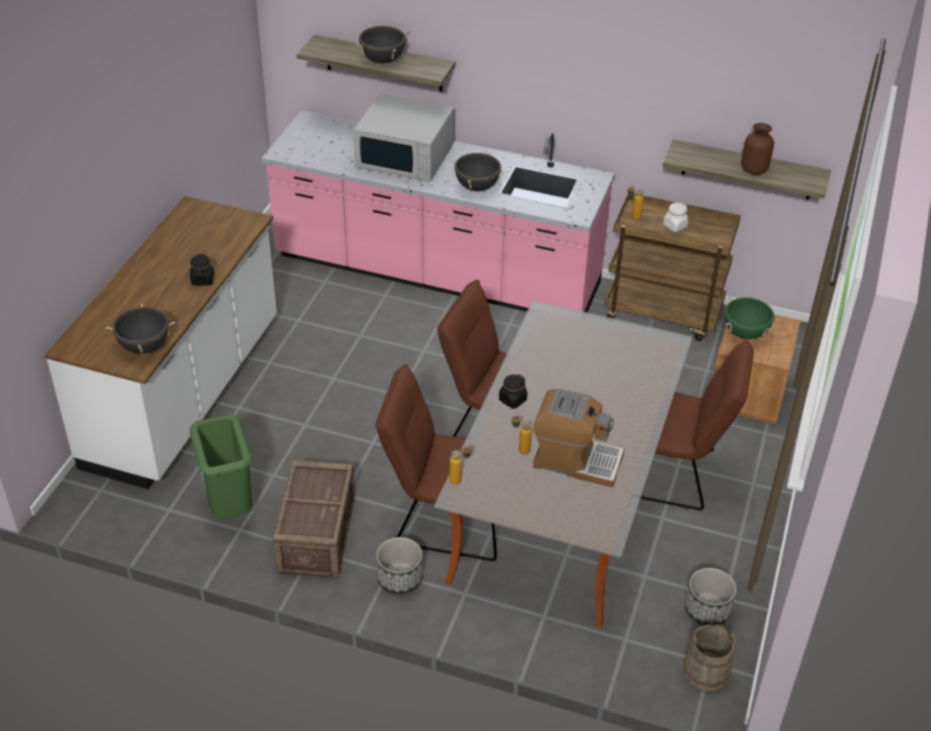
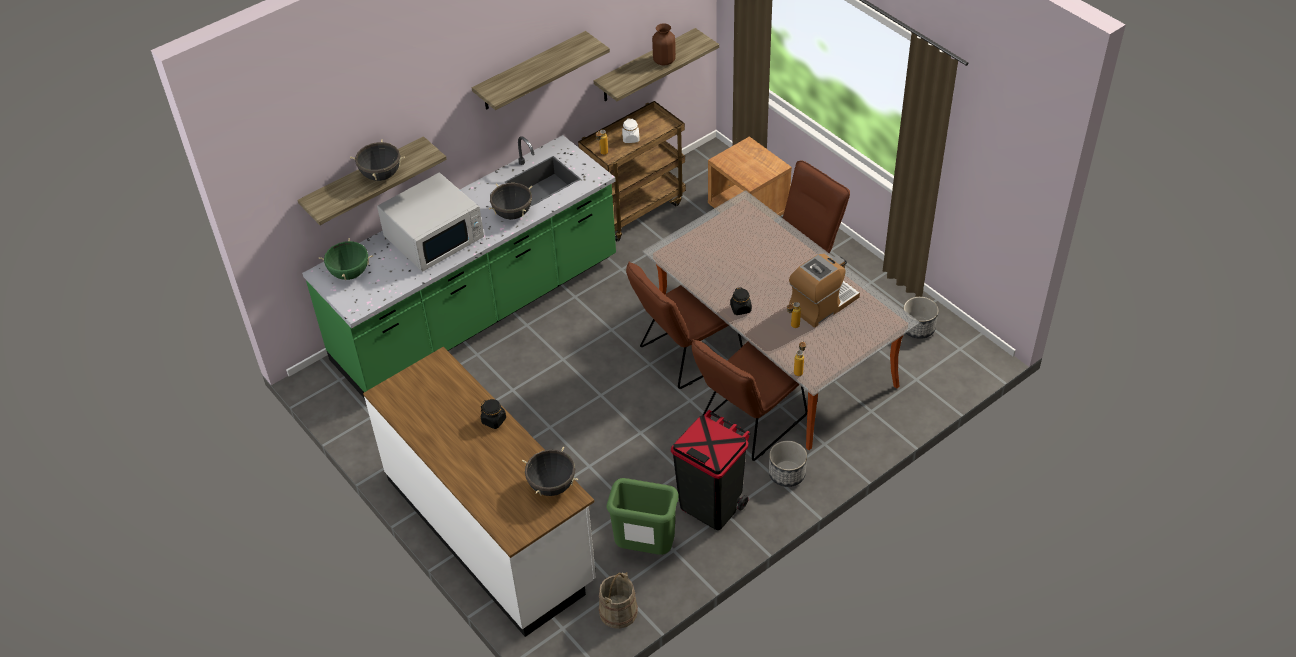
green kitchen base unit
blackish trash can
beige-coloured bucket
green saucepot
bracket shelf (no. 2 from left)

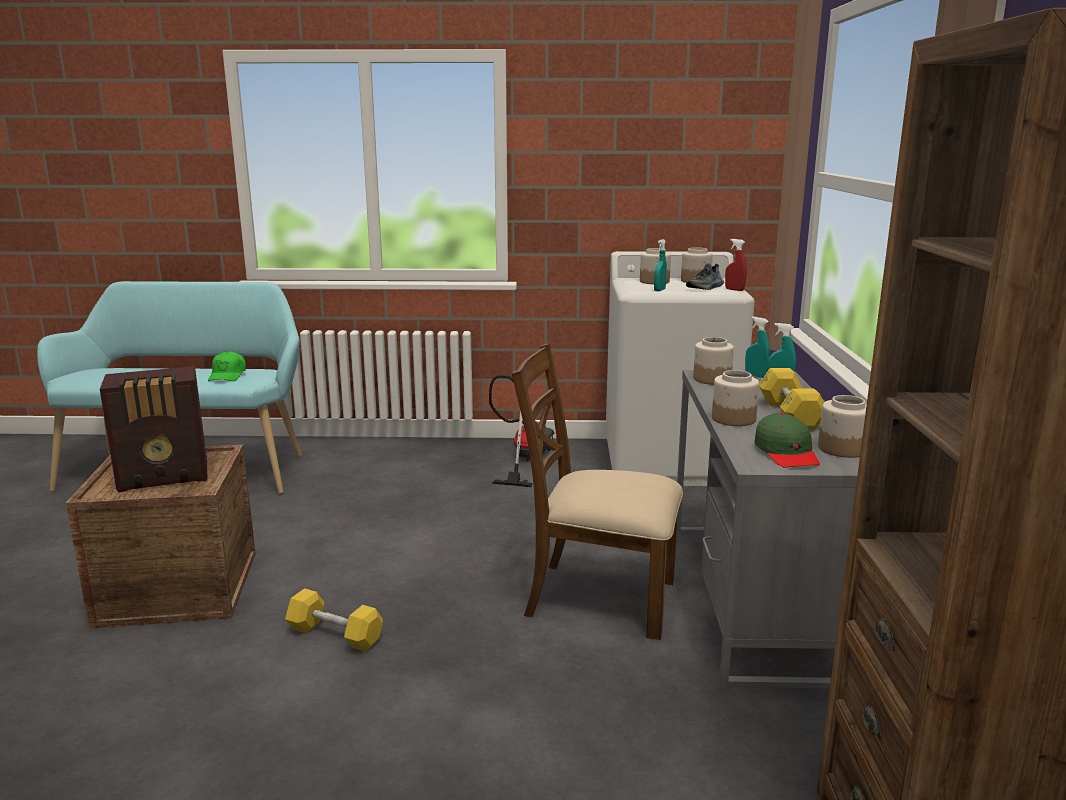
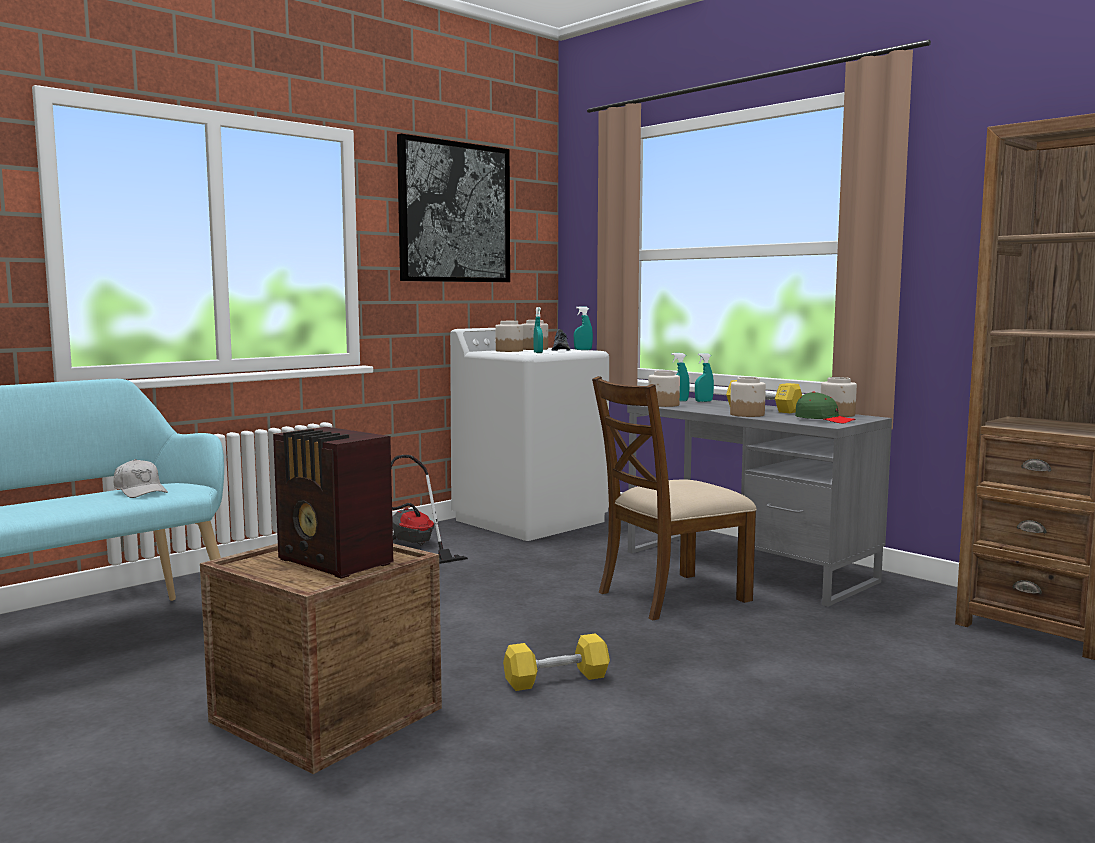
radio receiver
white-coloured cap
turquoise-coloured sprayer (no. 2 from left)
wall picture

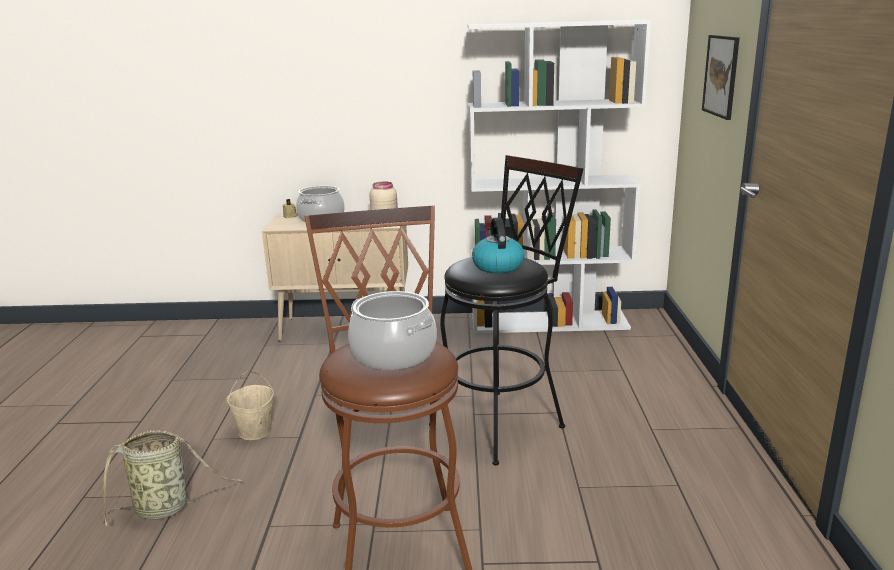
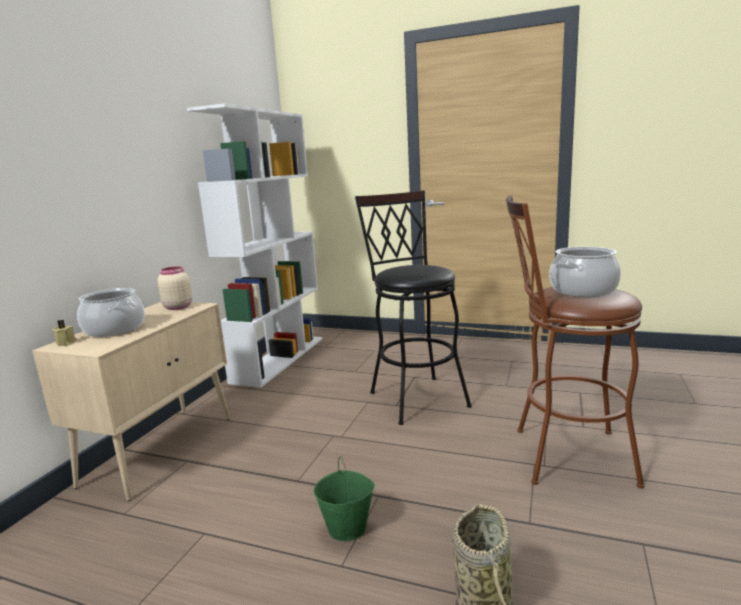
green bucket
tea kettle
wall picture

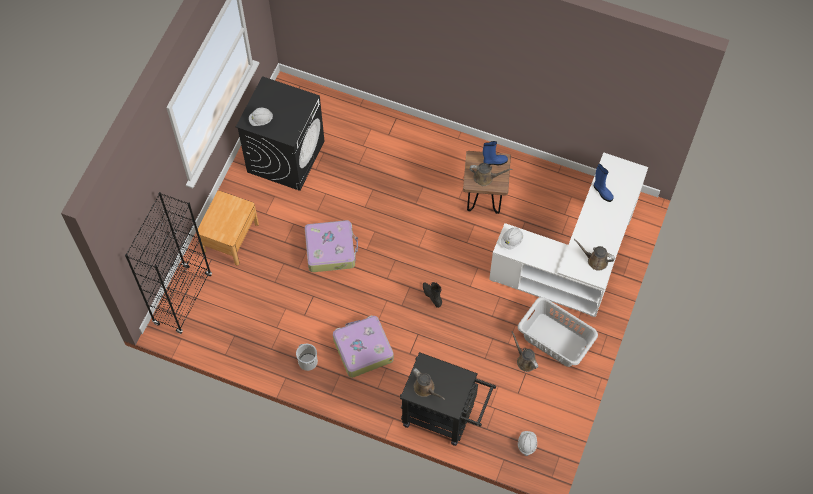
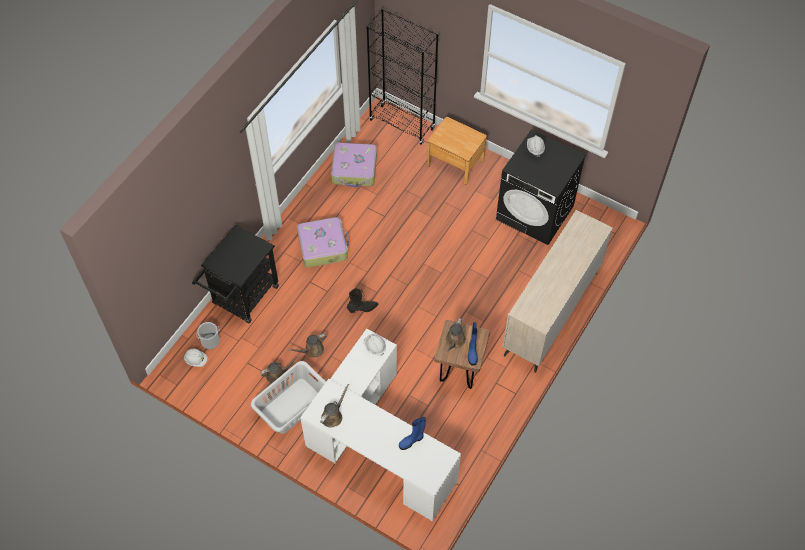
bucket
piece of luggage (no. 2 from left)
brown-coloured watering can (no. 2 from left)
beige-coloured chest of drawers

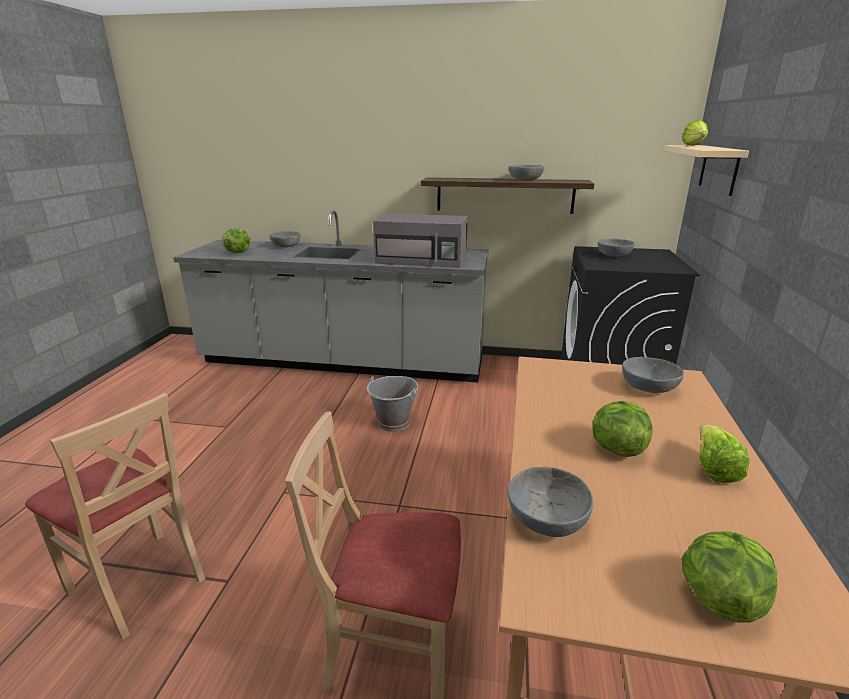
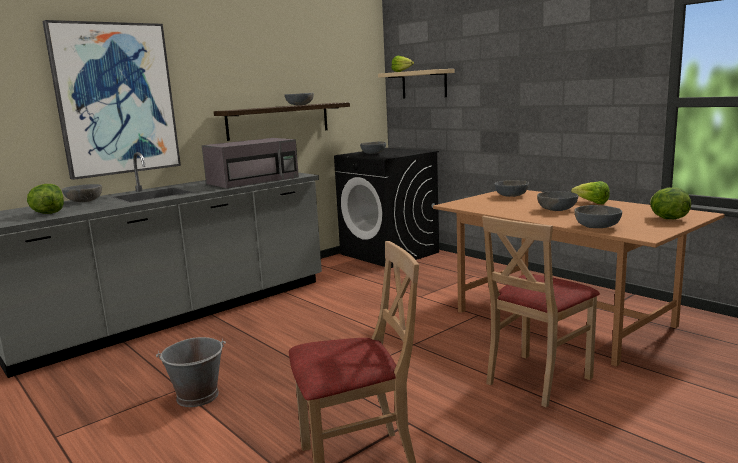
greyish bucket
greyish deep dish (no. 5 from left)
wall picture

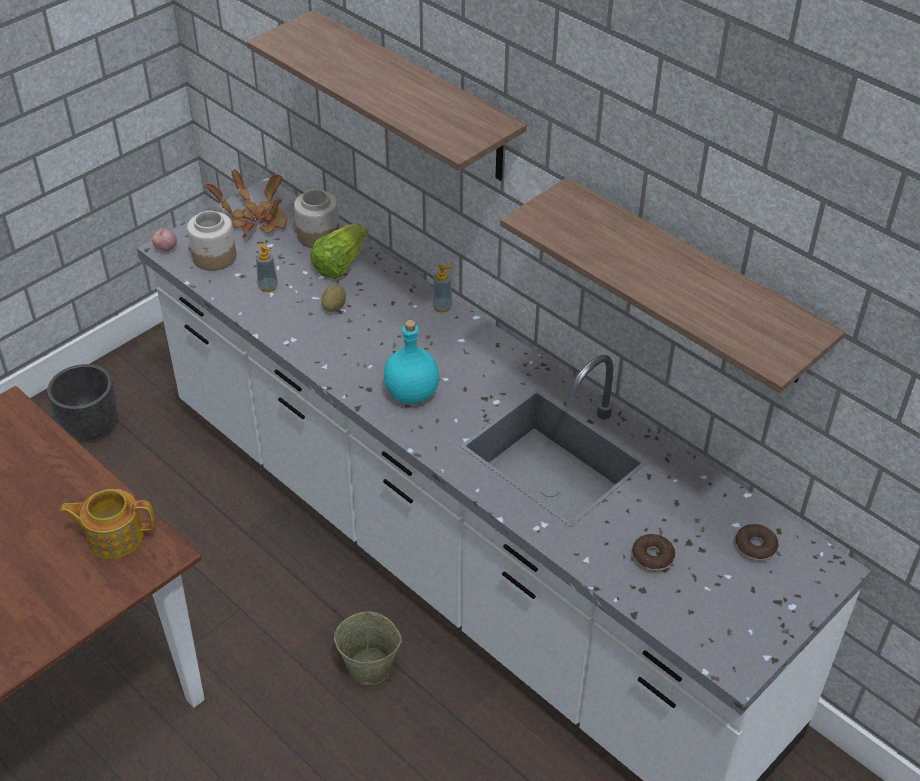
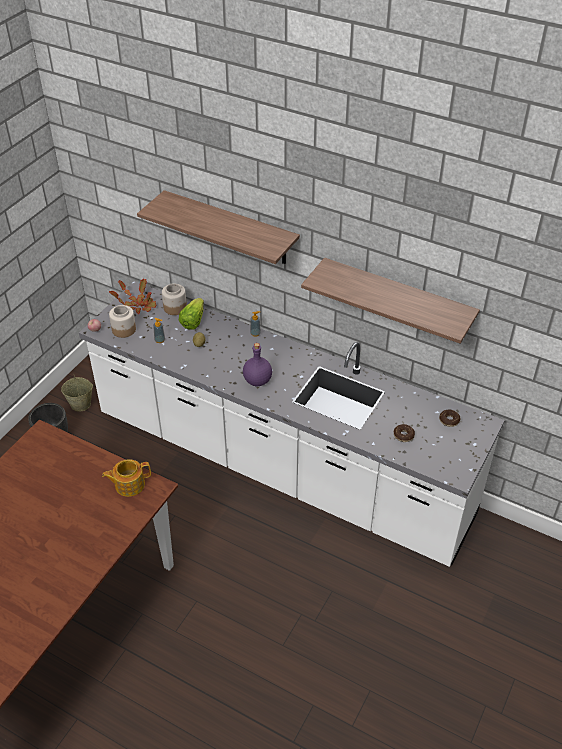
beige-coloured bucket
purplish bottle

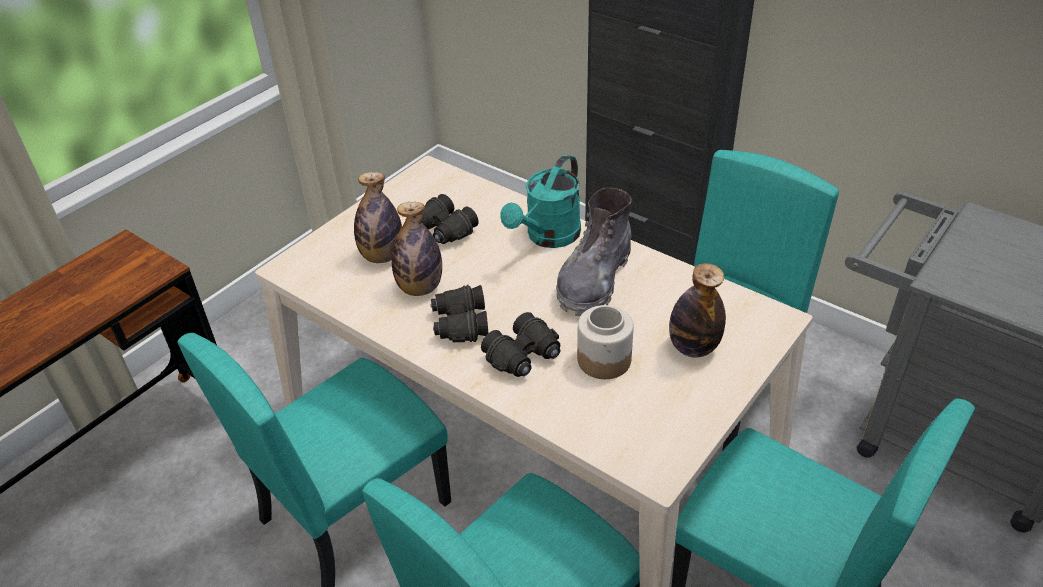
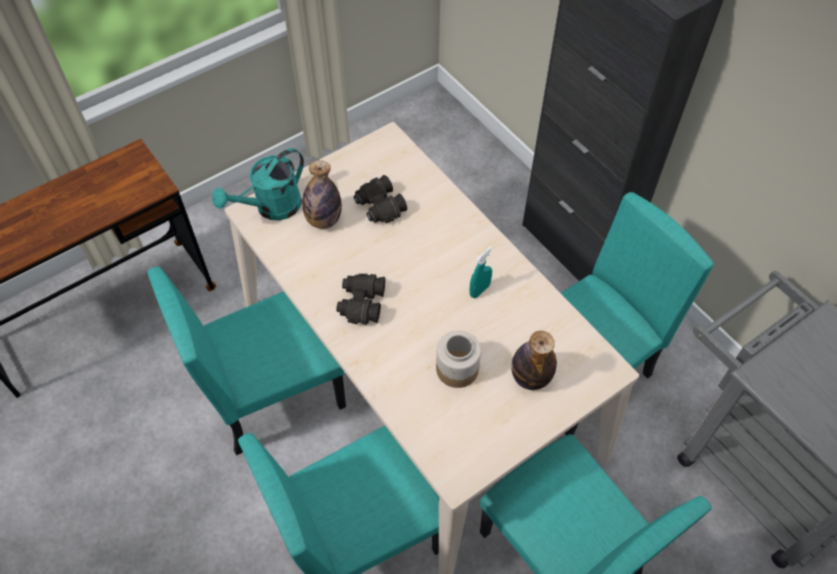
bottle (no. 2 from left in the first image)
blackish binoculars (no. 3 from left in the first image)
turquoise-coloured watering can
turquoise-coloured sprayer

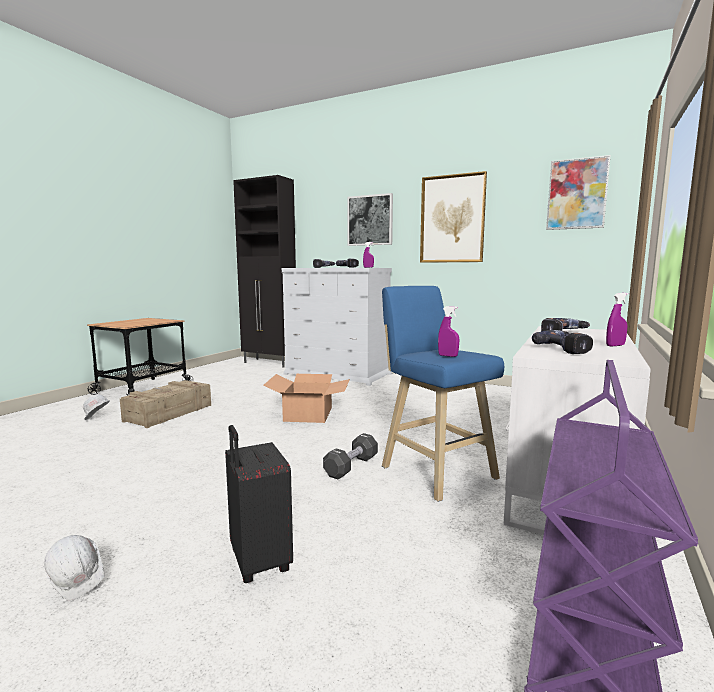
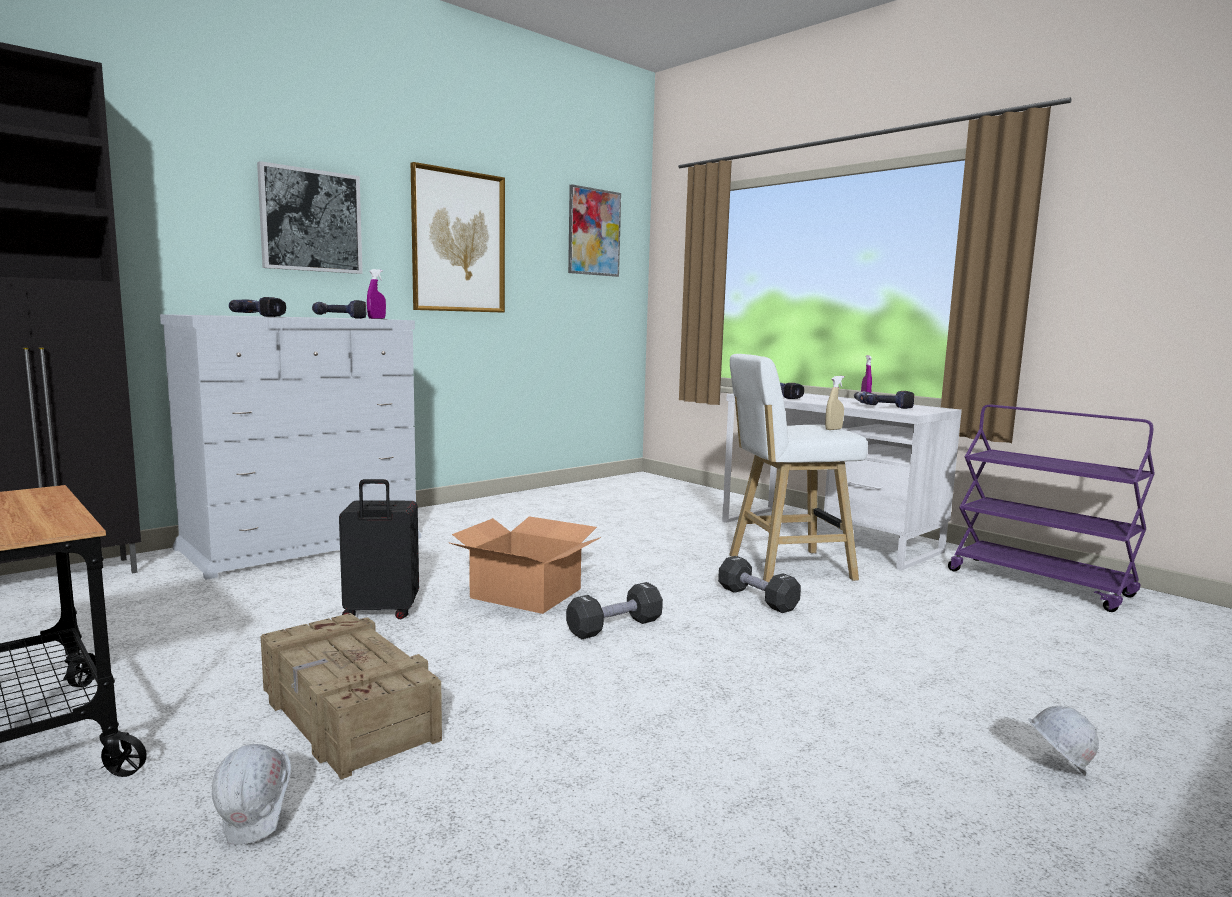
blackish piece of luggage
white-coloured stool seat
beige-coloured sprayer
blackish free weight (no. 1 from left)

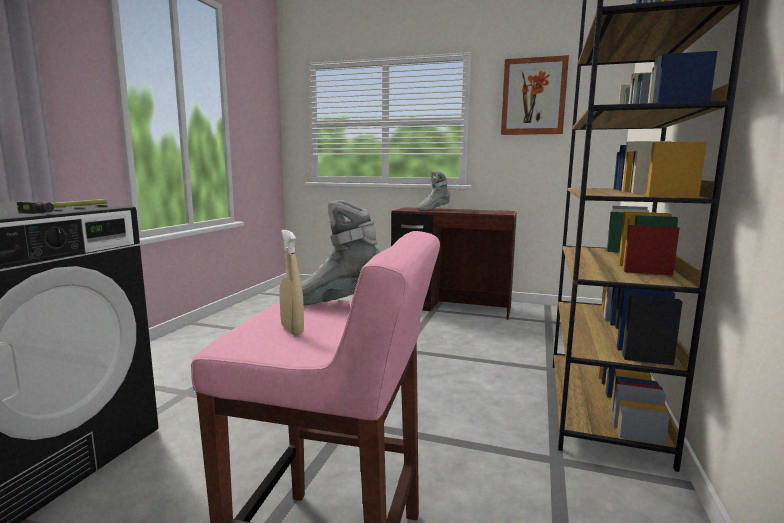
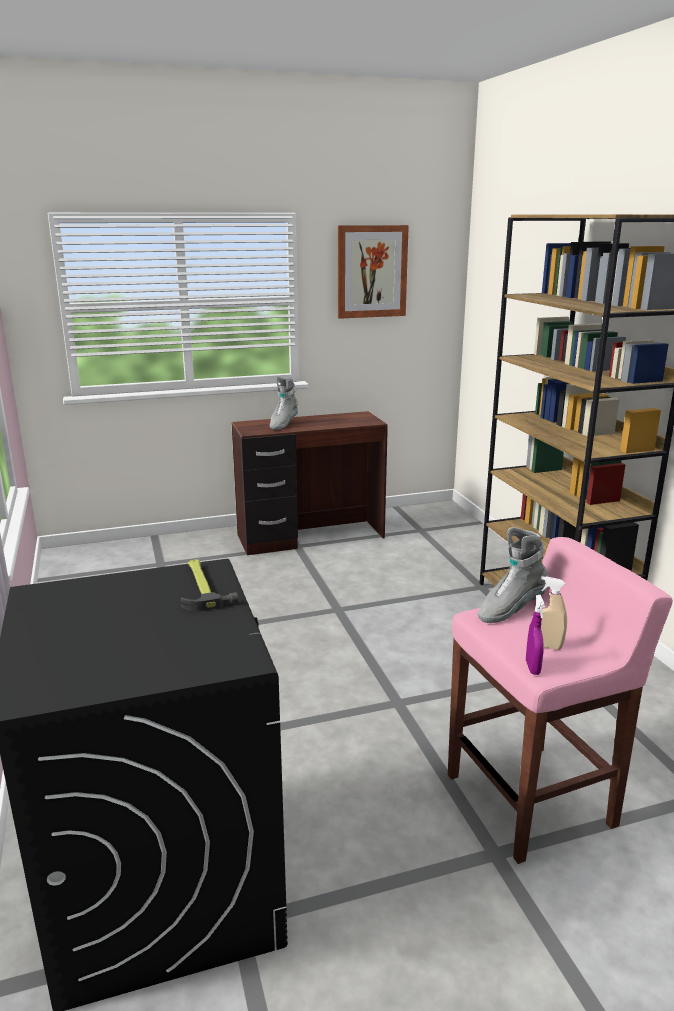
purplish sprayer

